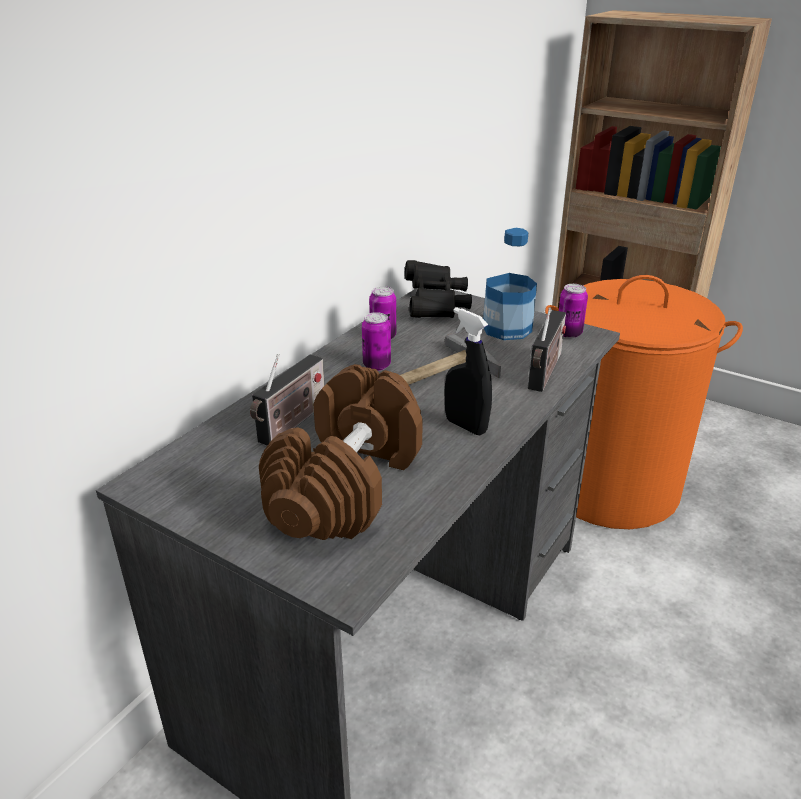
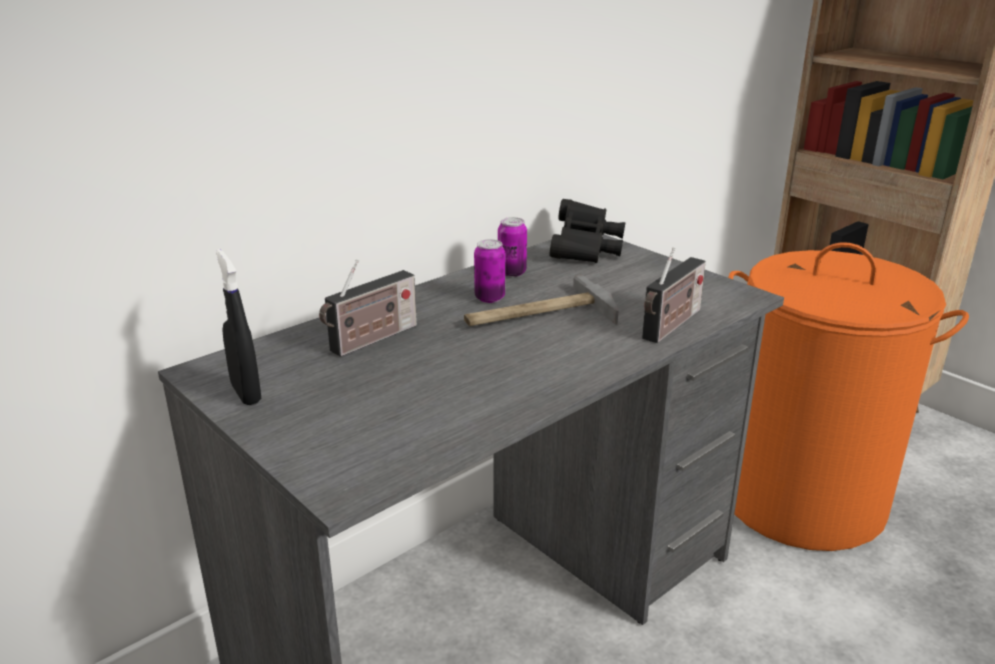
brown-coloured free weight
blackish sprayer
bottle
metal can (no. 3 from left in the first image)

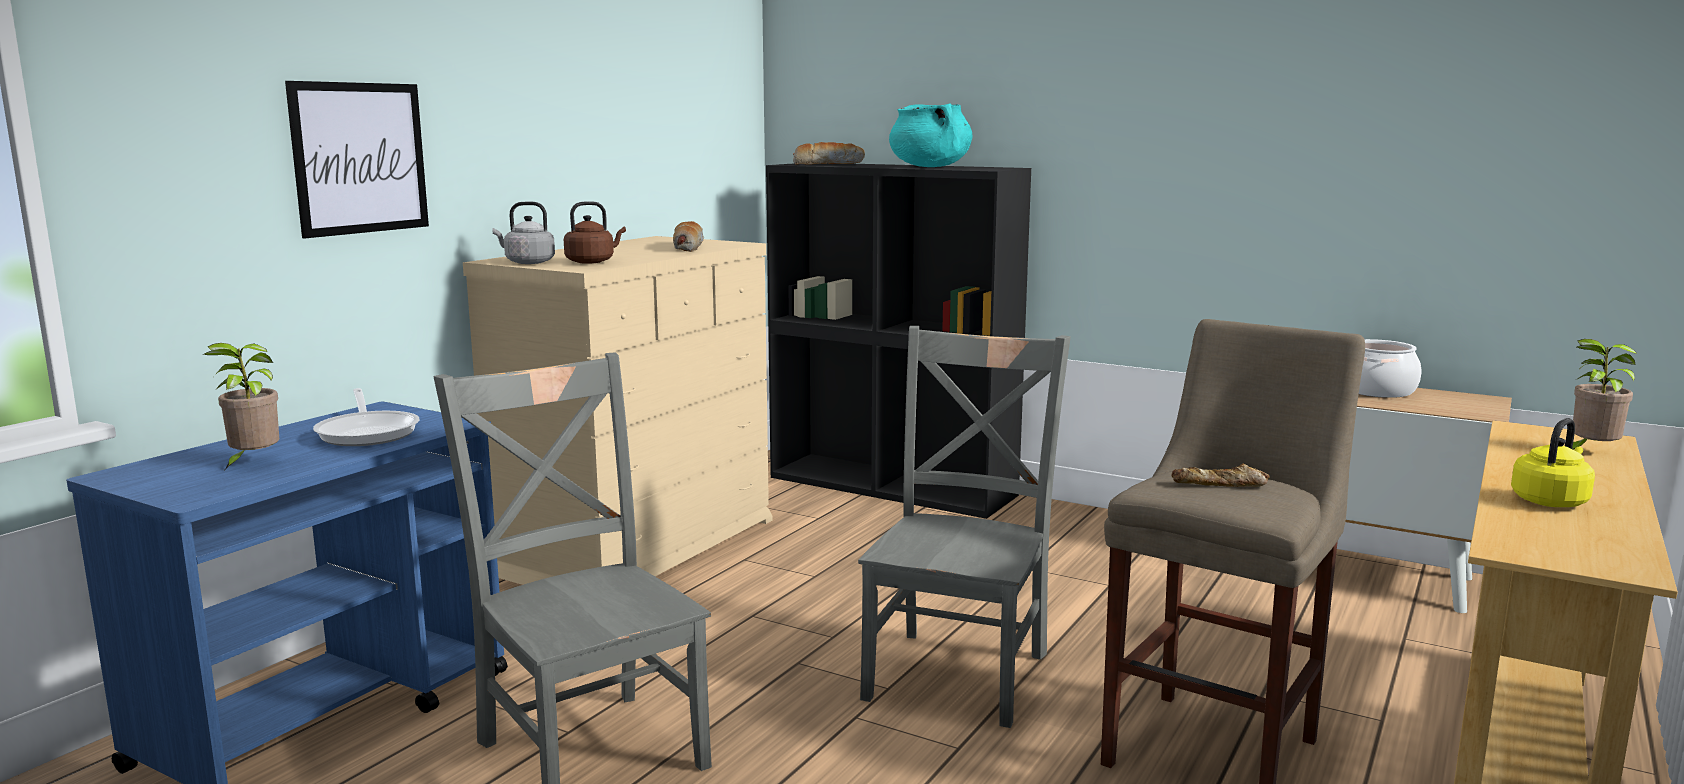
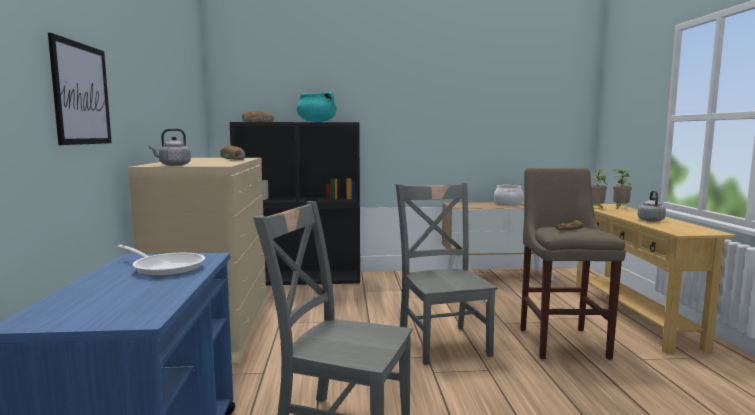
plant in a pot (no. 1 from left)
brown-coloured tea kettle
greyish tea kettle (no. 2 from left)

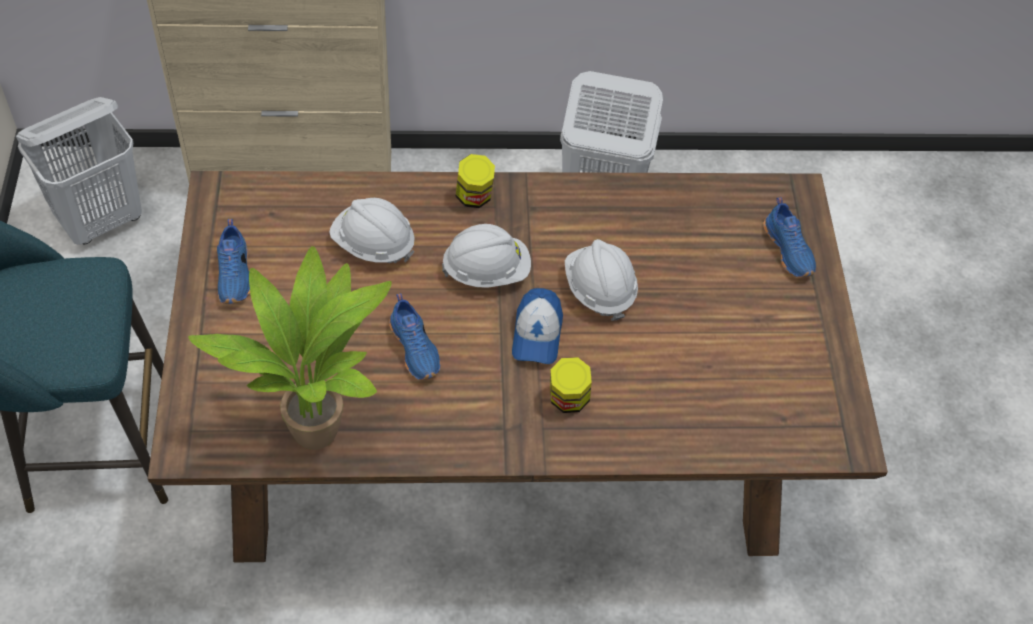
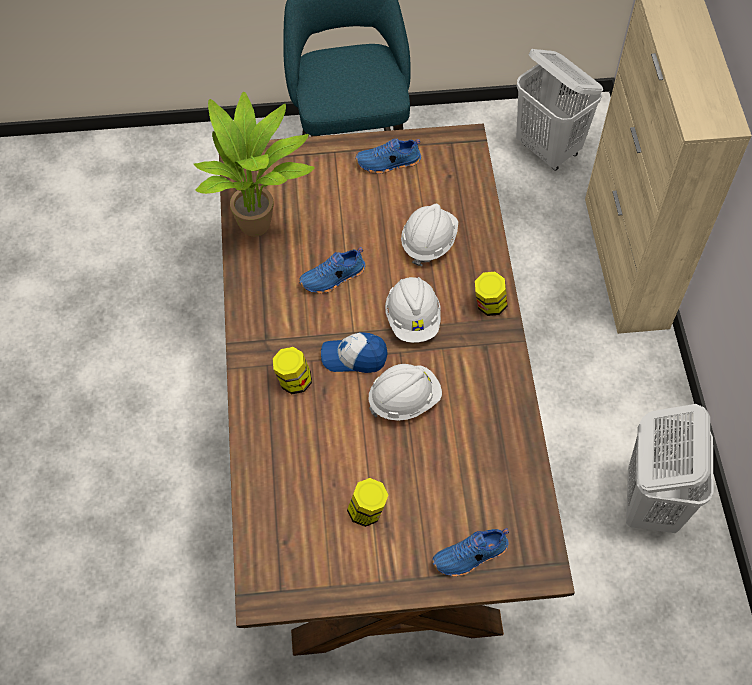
preserve jar (no. 2 from left)

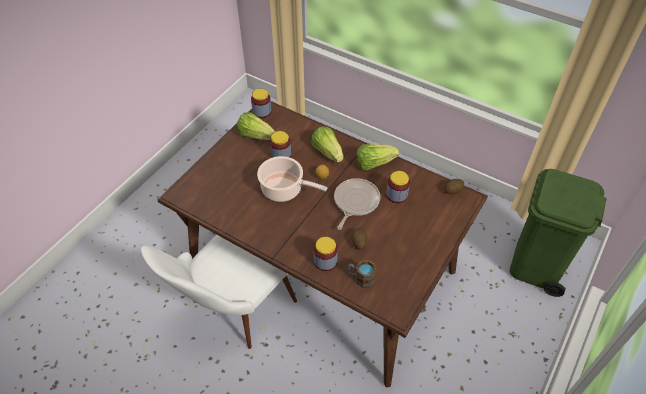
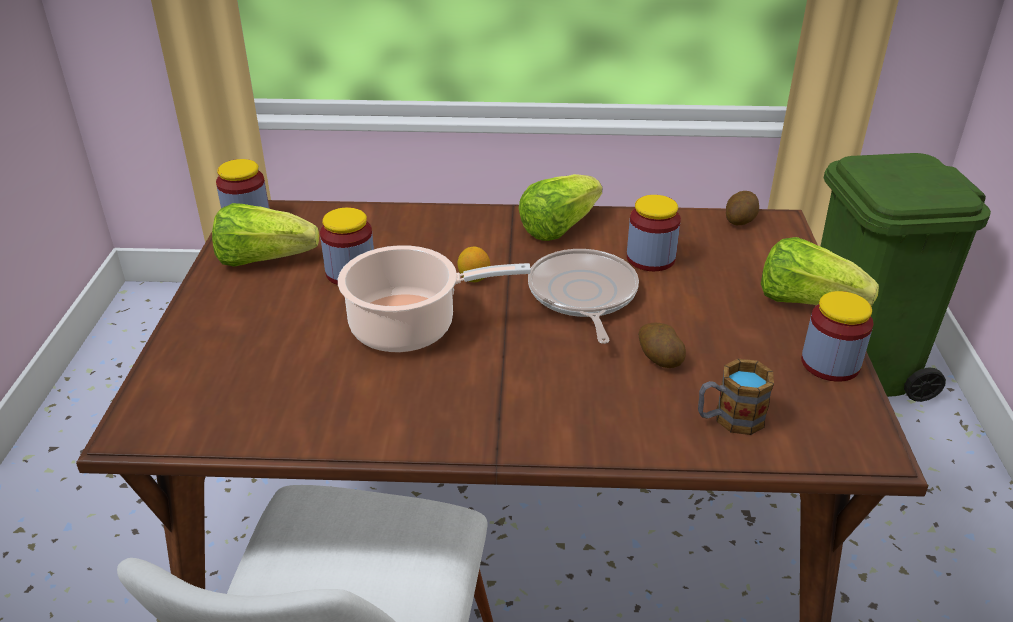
lettuce head (no. 3 from left)
preserve jar (no. 4 from left)

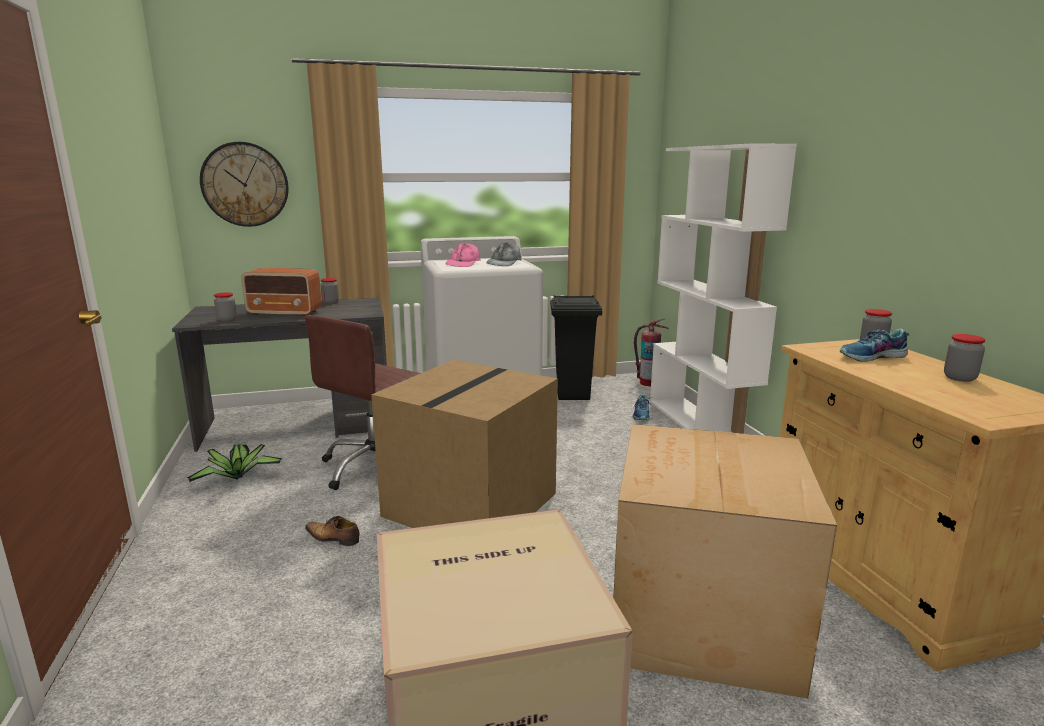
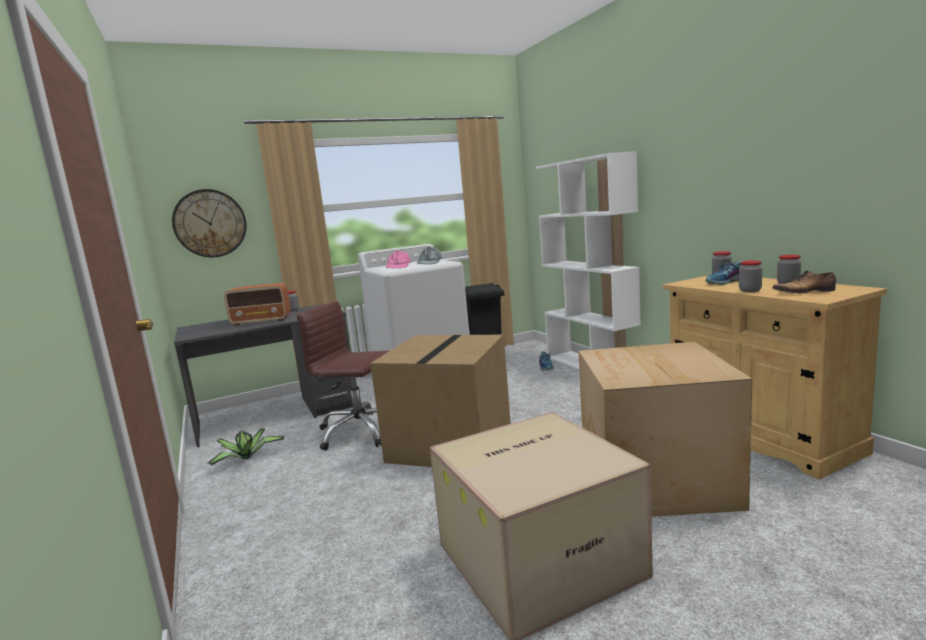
preserve jar (no. 3 from left)
brown-coloured computer chair
shoe (no. 3 from left)
extinguisher

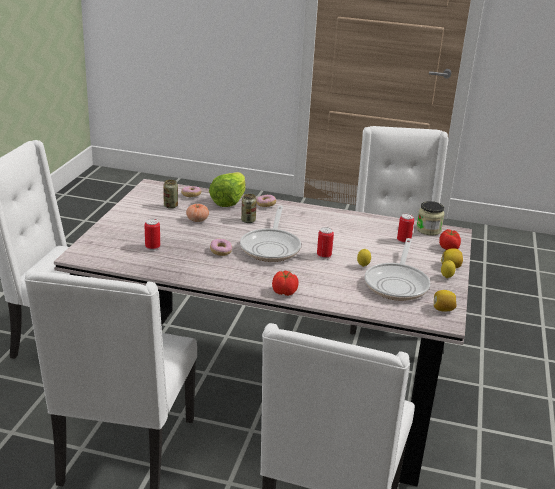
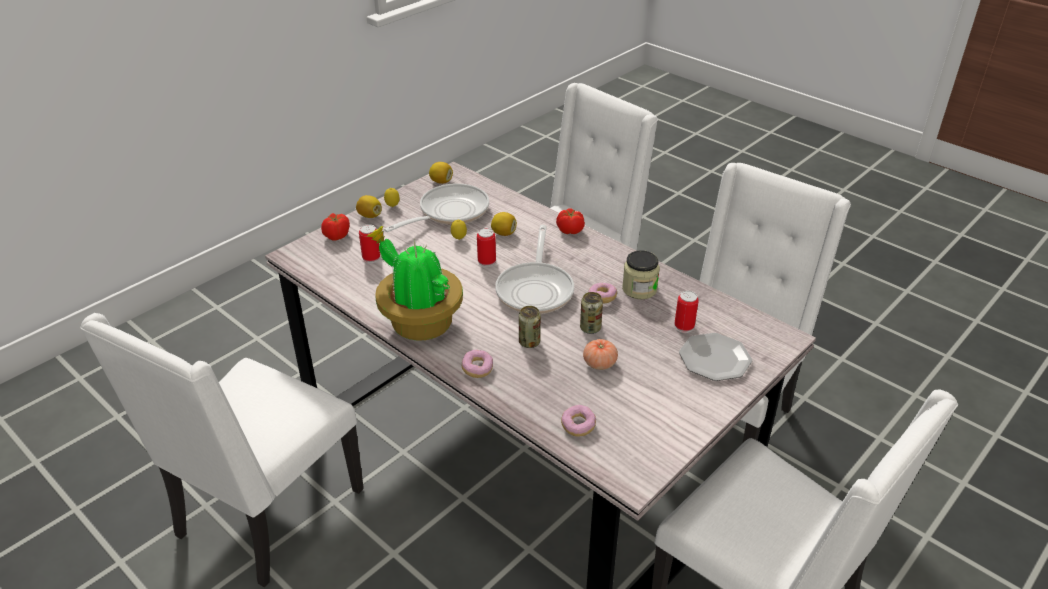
metal can (no. 4 from left)
lettuce head
frying pan (no. 2 from left)
preserve jar
plant in a pot
citrus fruit (no. 5 from left)
dinner plate

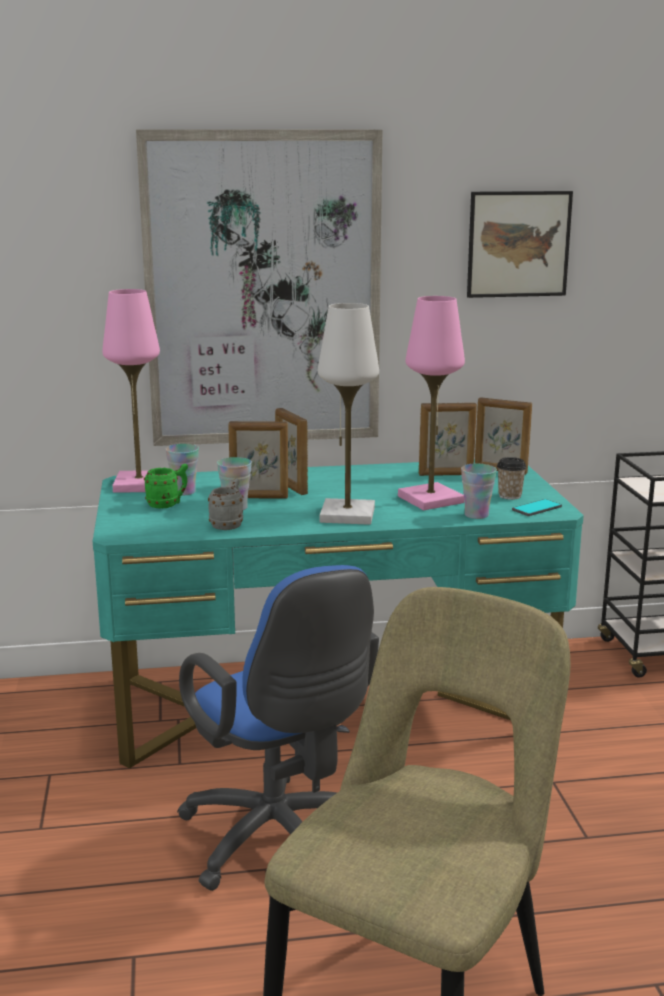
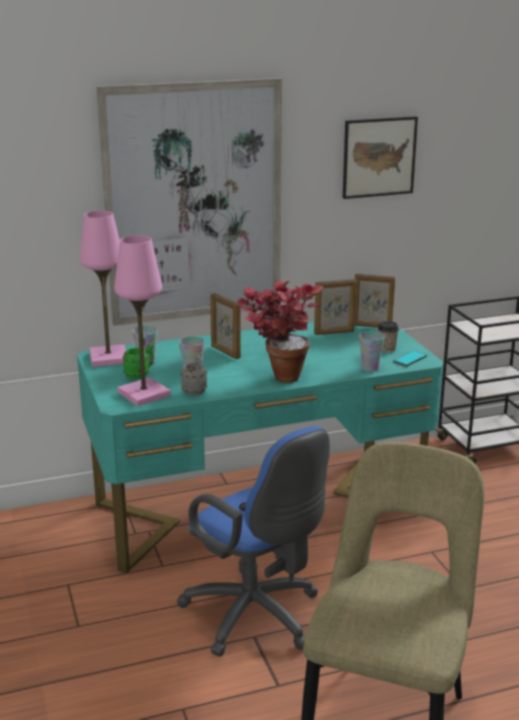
photo frame (no. 1 from left in the first image)
plant in a pot
pinkish table lamp (no. 2 from left)

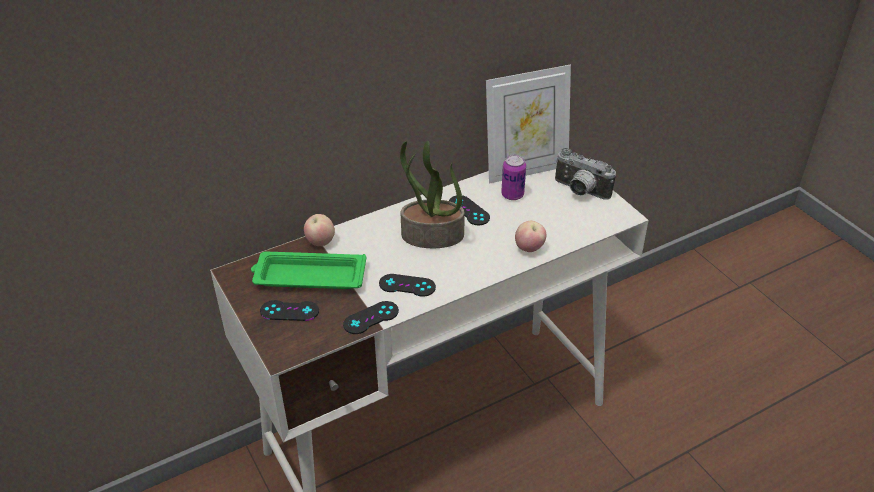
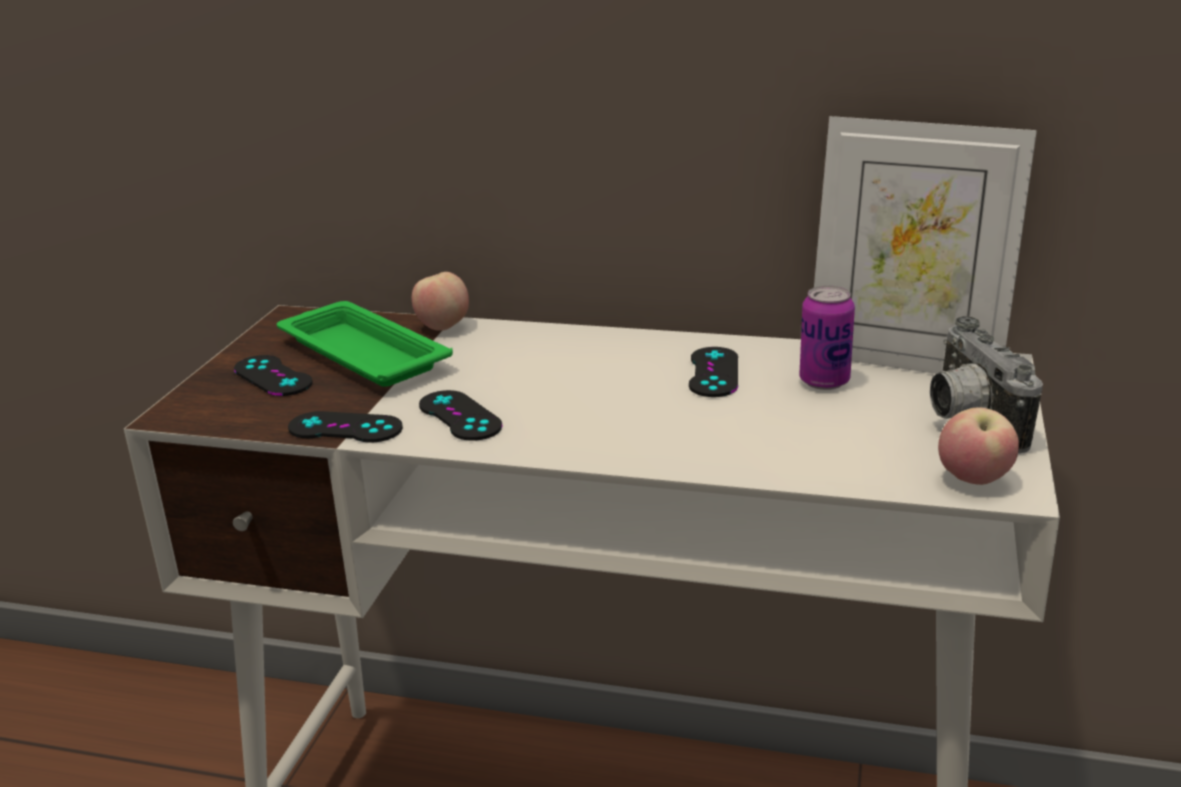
plant in a pot
whole apple (no. 2 from left)

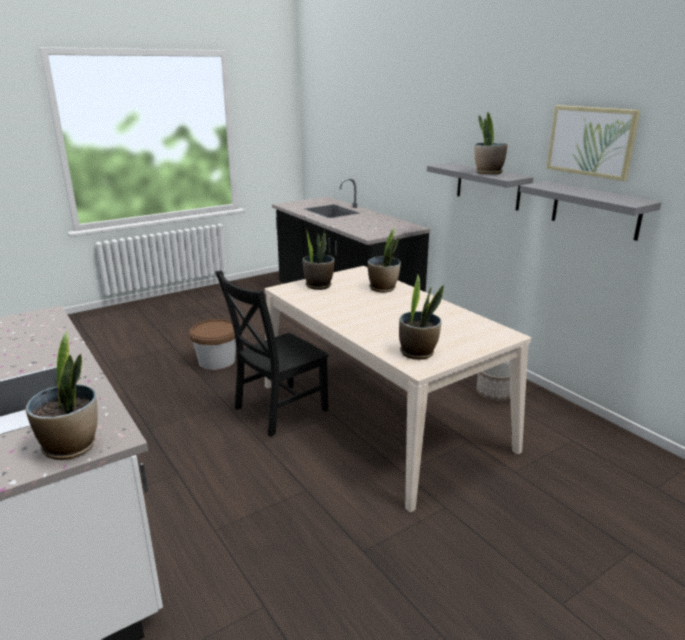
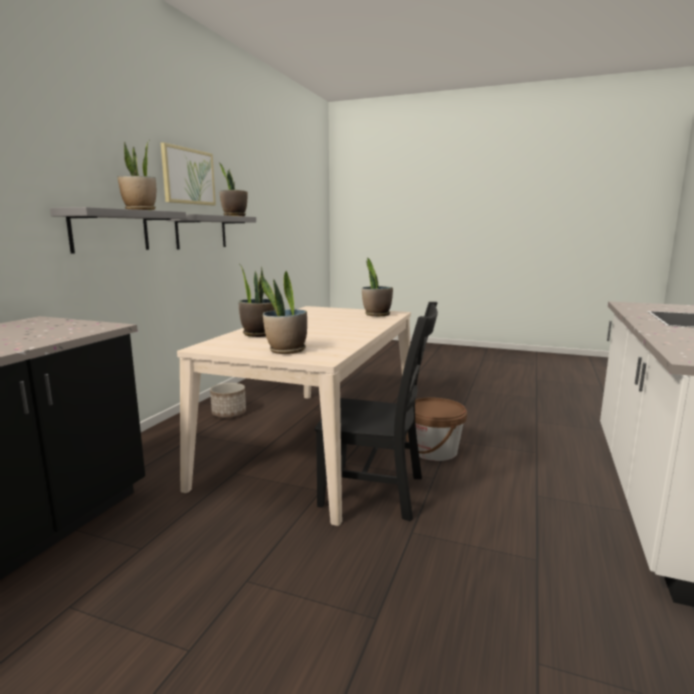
plant in a pot (no. 2 from left)
brown-coloured bucket

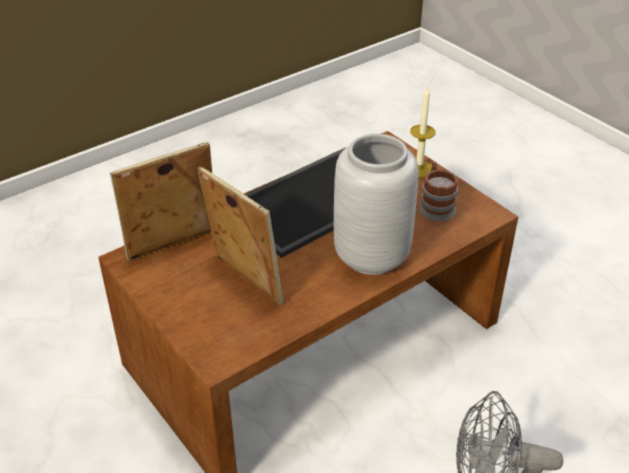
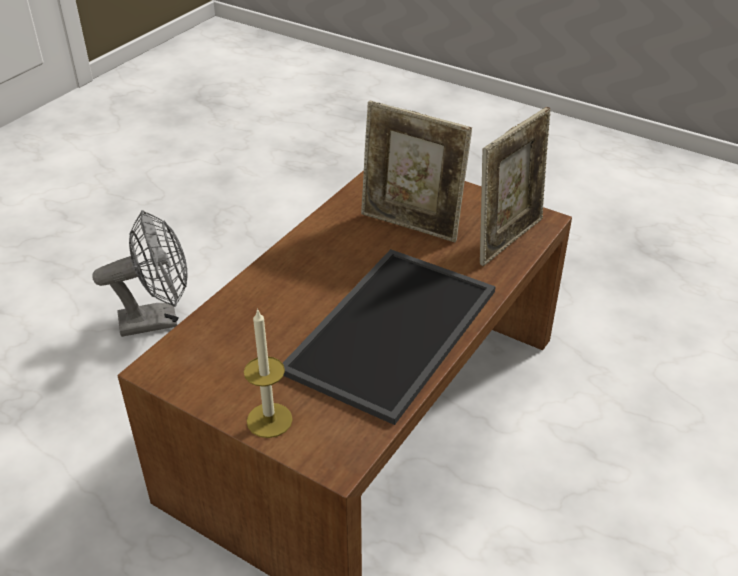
greyish vase
mug

